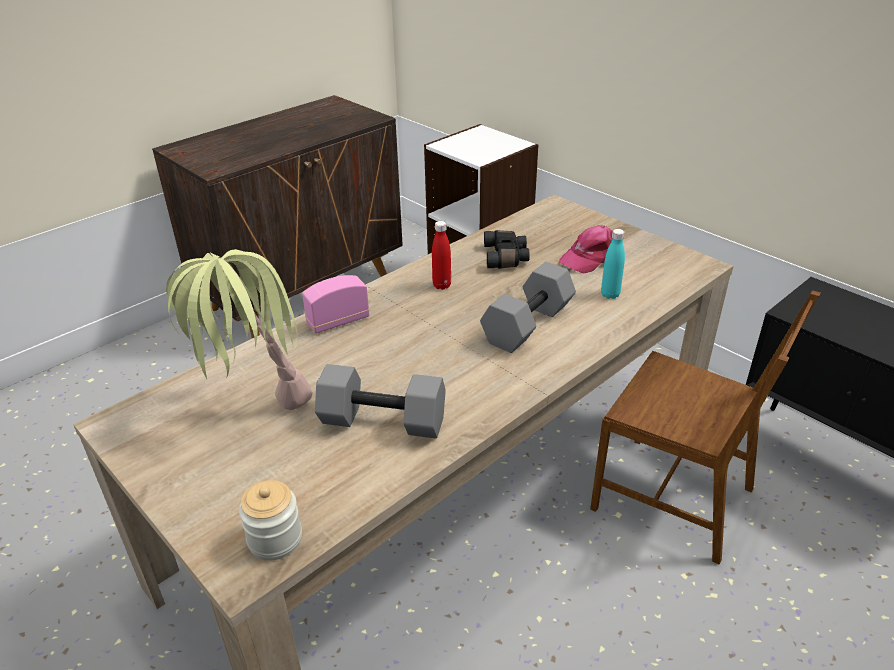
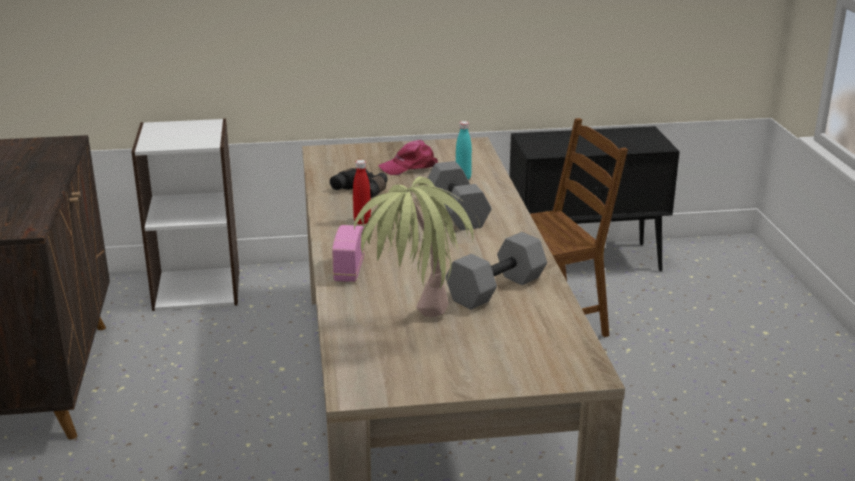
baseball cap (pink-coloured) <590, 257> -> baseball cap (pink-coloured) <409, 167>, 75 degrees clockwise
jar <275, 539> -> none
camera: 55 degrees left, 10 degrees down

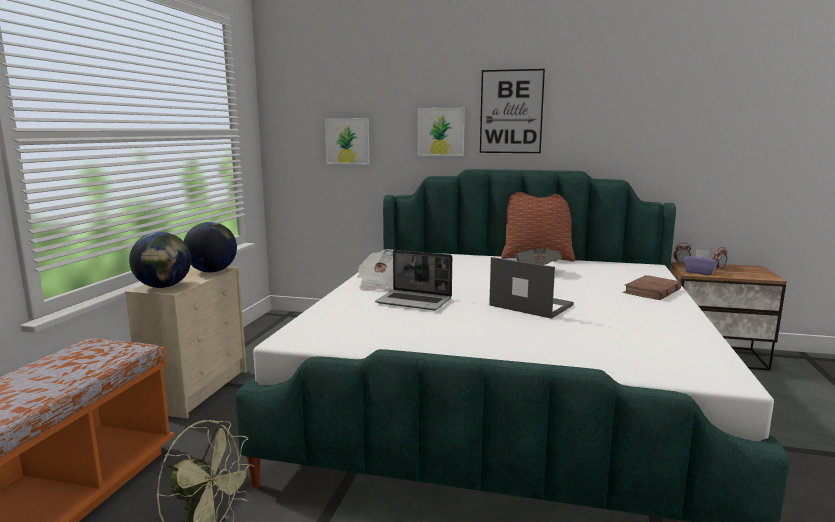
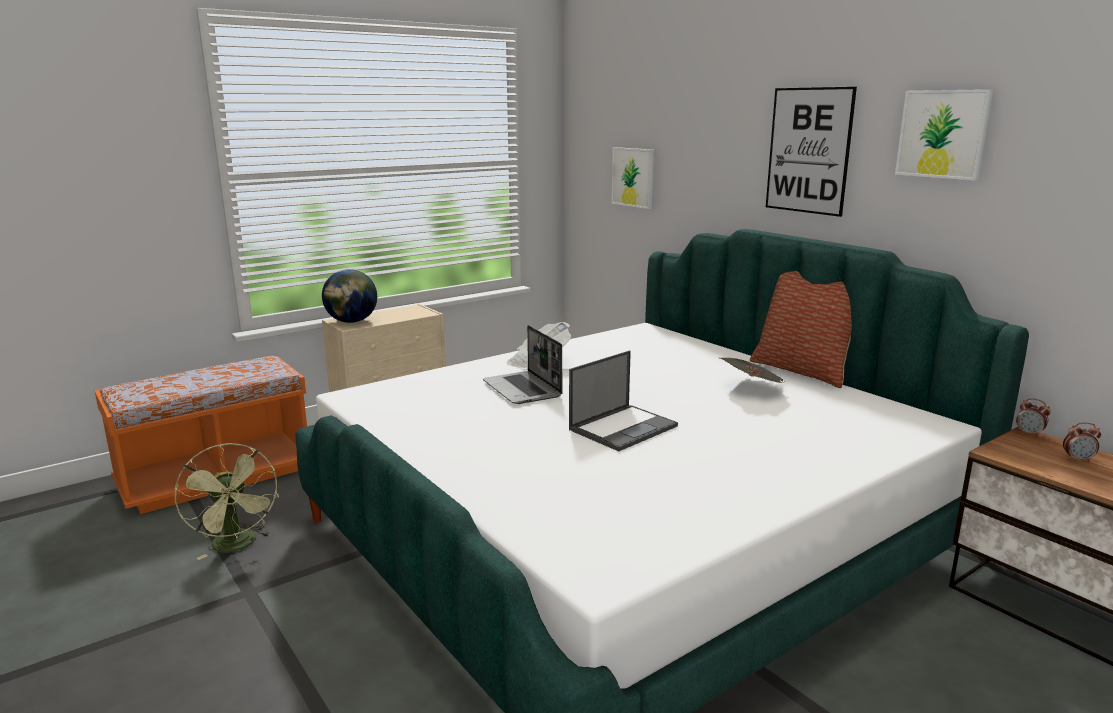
portable computer <530, 305> -> portable computer <623, 427>, 60 degrees clockwise
picture <441, 132> -> picture <942, 134>, moved
desk globe <212, 271> -> none
book (brown-coloured) <652, 291> -> none
box of tissues (purple-coloured) <699, 272> -> none
camera: 40 degrees right, 5 degrees up

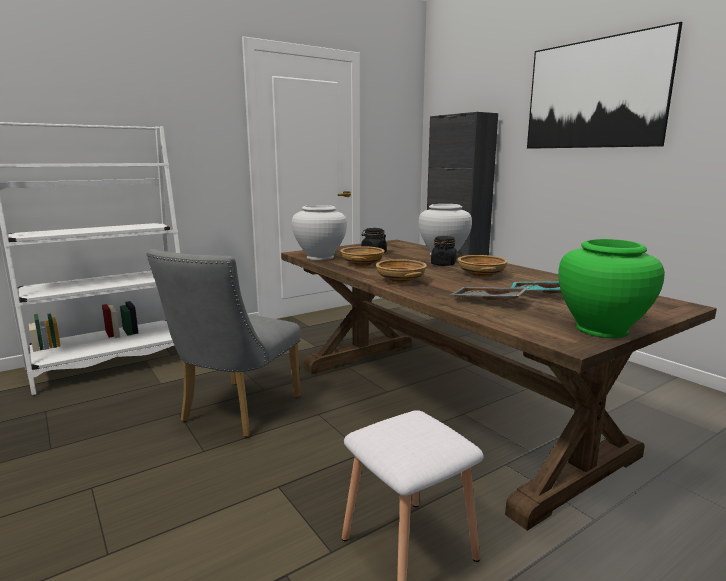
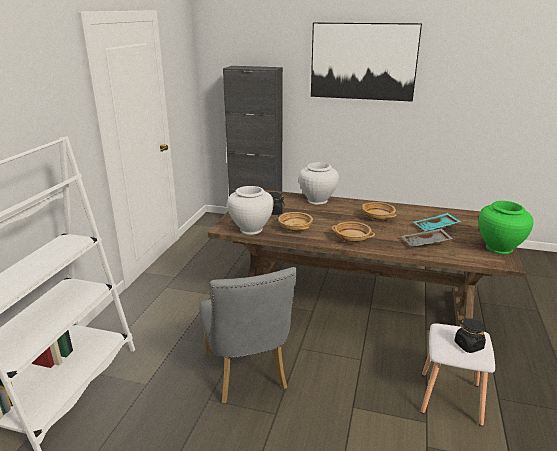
jar (blackish) <443, 264> -> jar (blackish) <468, 345>, moved
camera: 40 degrees left, 10 degrees up

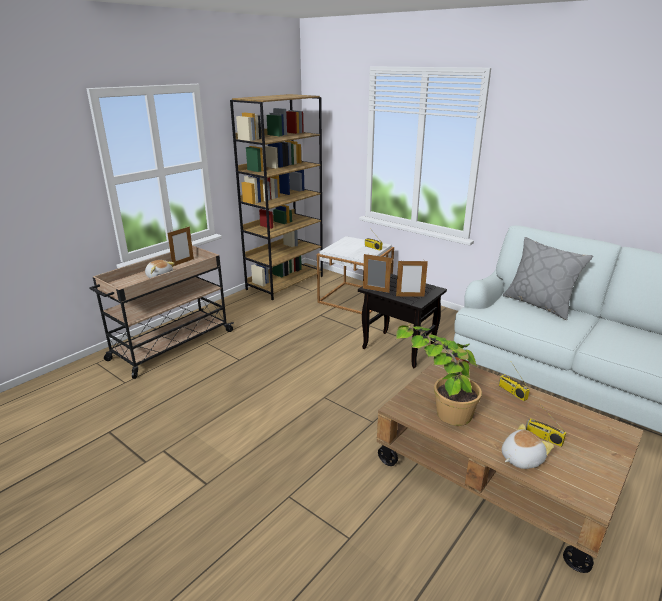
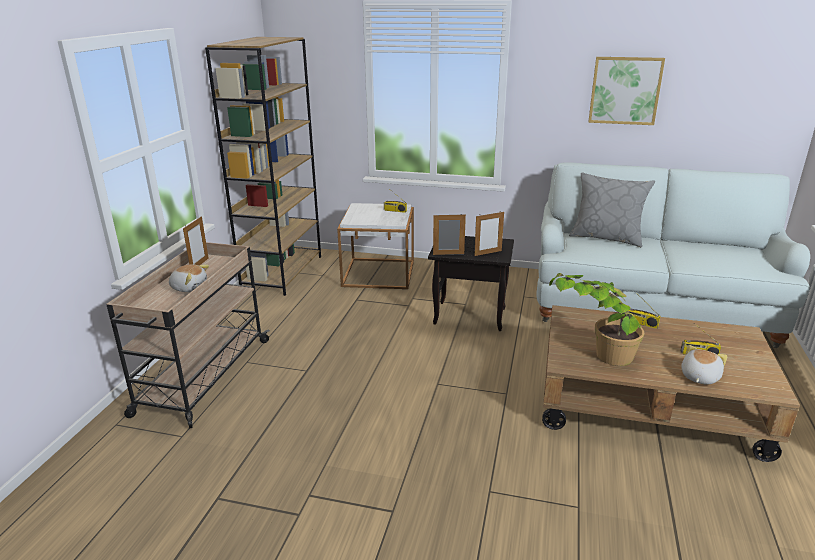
none -> picture <625, 90>
camera: 25 degrees left, 0 degrees up

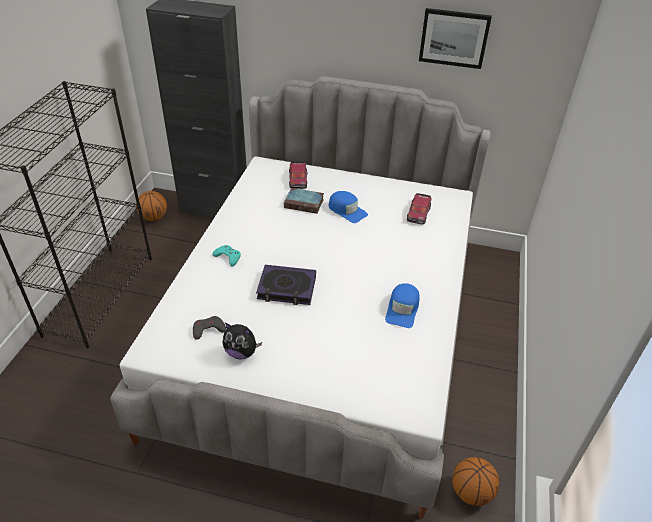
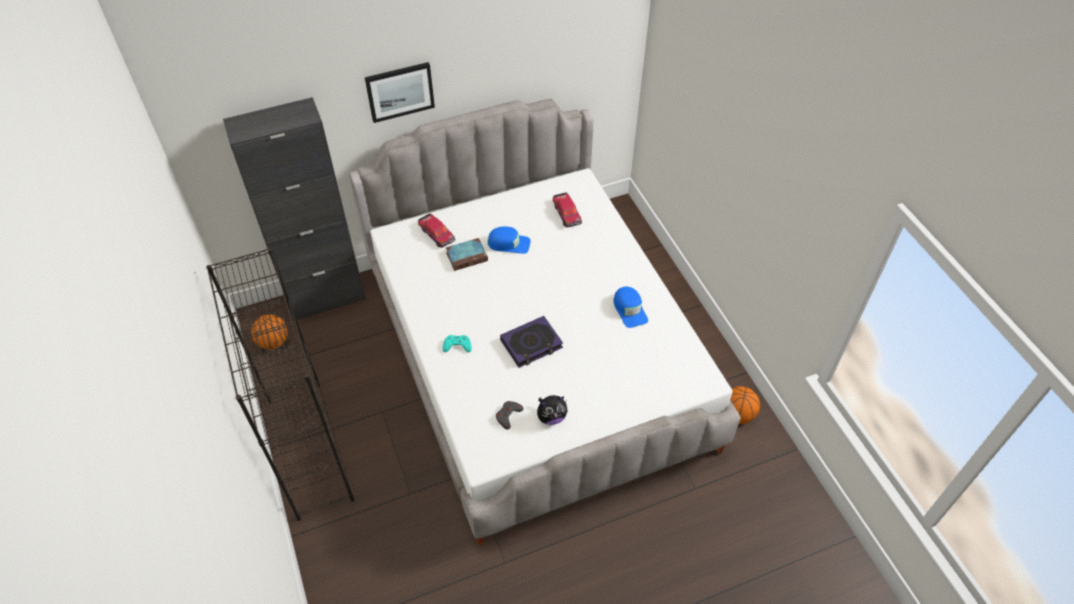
picture <454, 38> -> picture <400, 91>, moved
camera: 35 degrees left, 10 degrees up

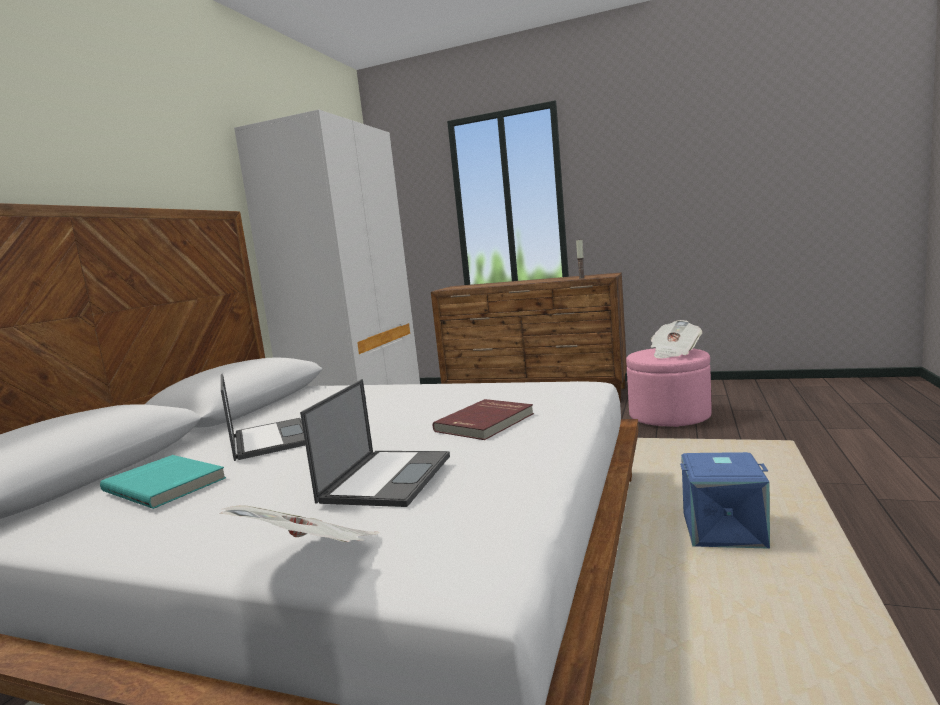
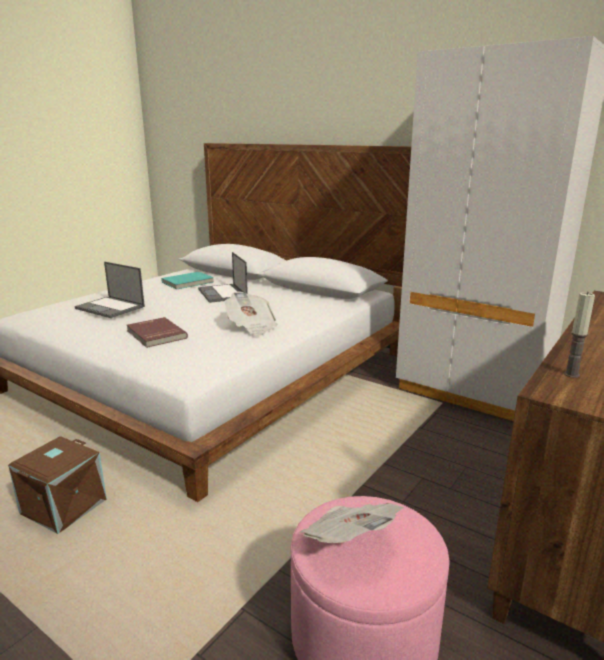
storage bin (blue) <724, 530> -> storage bin (brown-coloured) <64, 508>
portable computer <269, 439> -> portable computer <223, 294>, 75 degrees clockwise
daily paper <310, 558> -> daily paper <251, 327>, moved
camera: 105 degrees right, 10 degrees up

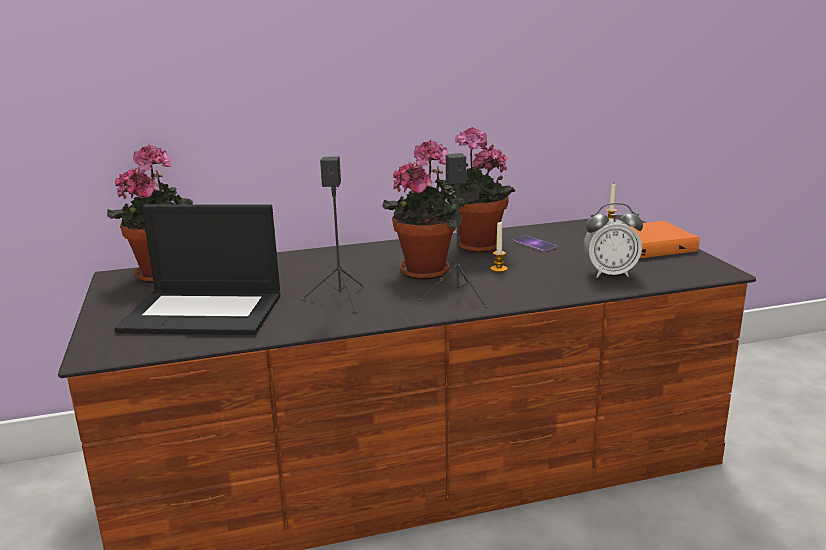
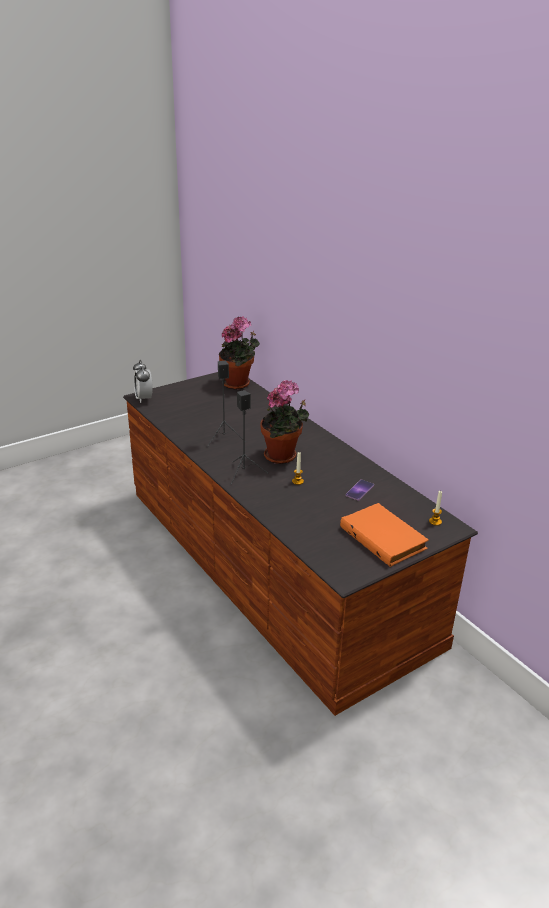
bedside clock <610, 274> -> bedside clock <144, 398>, moved
portable computer <205, 312> -> none
houseplant <475, 247> -> none
camera: 70 degrees right, 10 degrees up

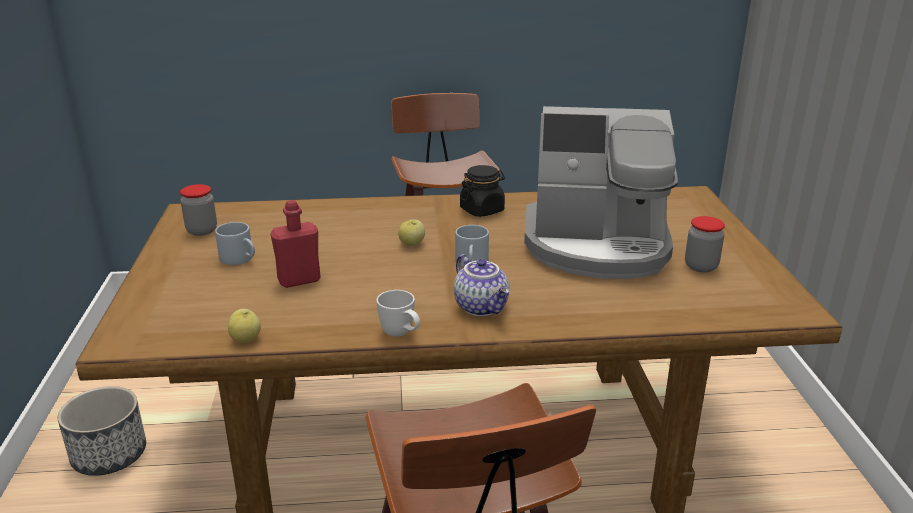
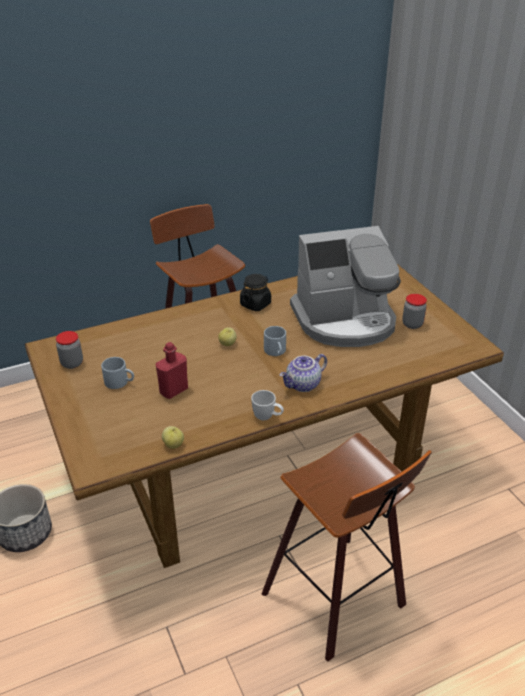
pot for tea <482, 307> -> pot for tea <303, 385>, 105 degrees clockwise
camera: 20 degrees left, 10 degrees up

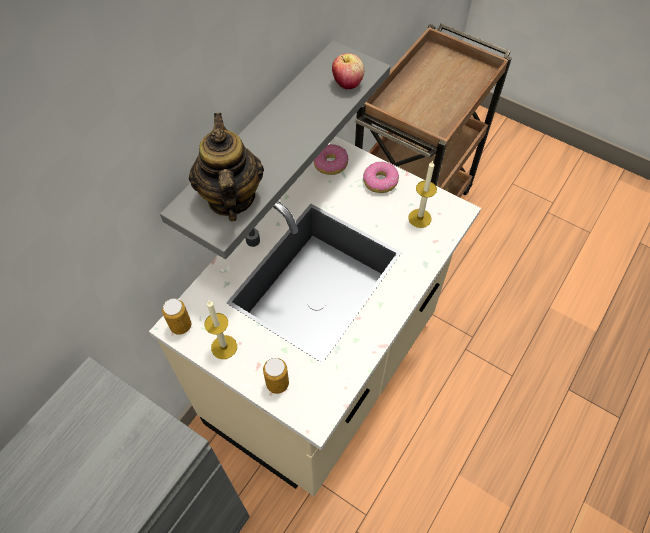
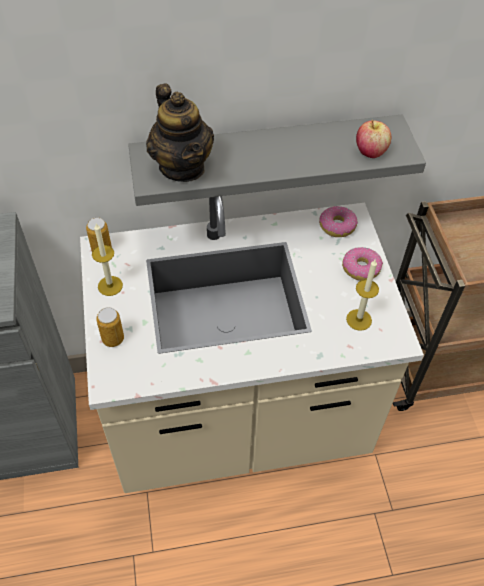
pot for tea <230, 198> -> pot for tea <182, 167>, 120 degrees clockwise
camera: 45 degrees right, 5 degrees down

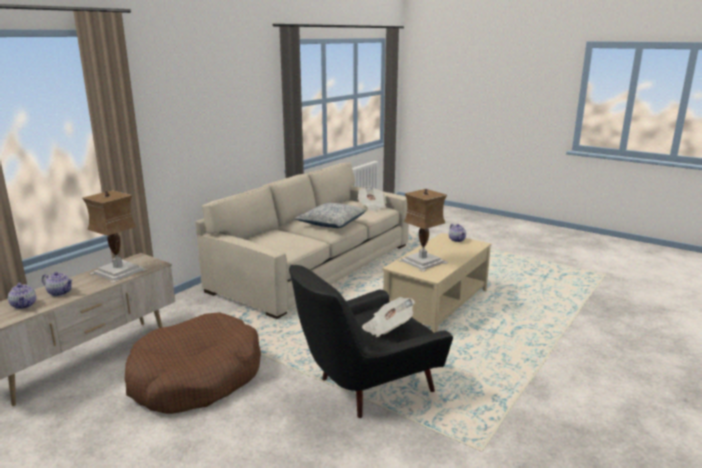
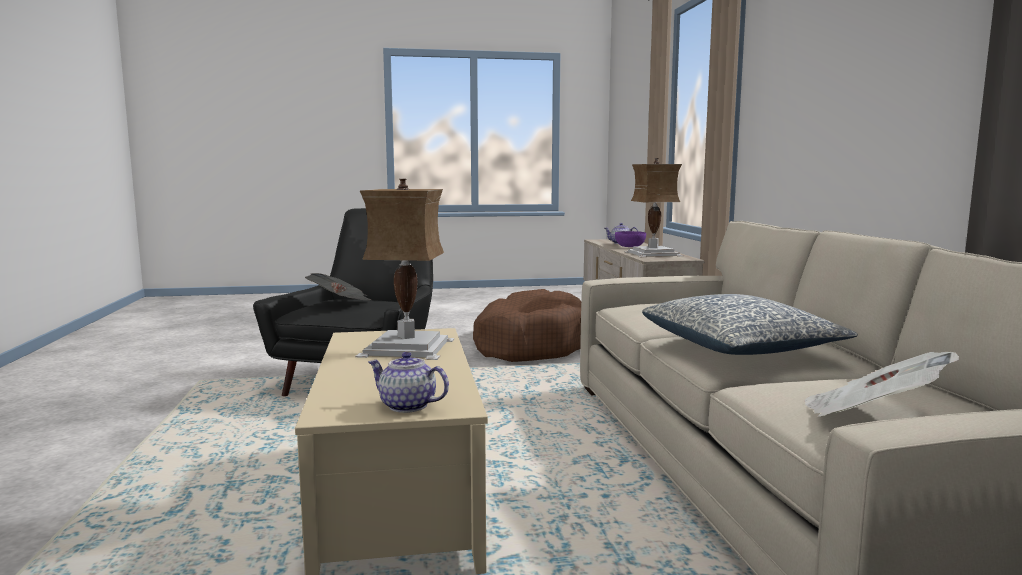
pot for tea <60, 292> -> serving bowl (purple-coloured) <630, 246>
camera: 135 degrees right, 10 degrees down

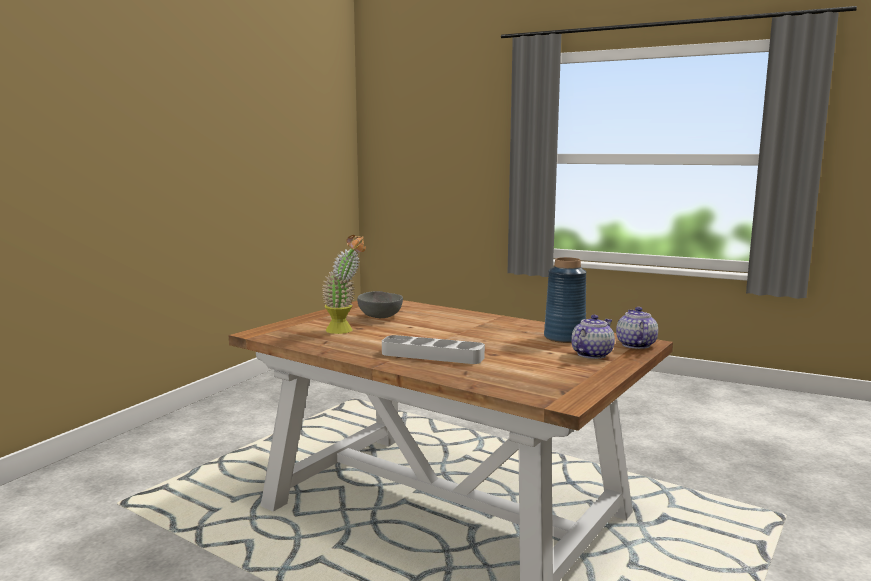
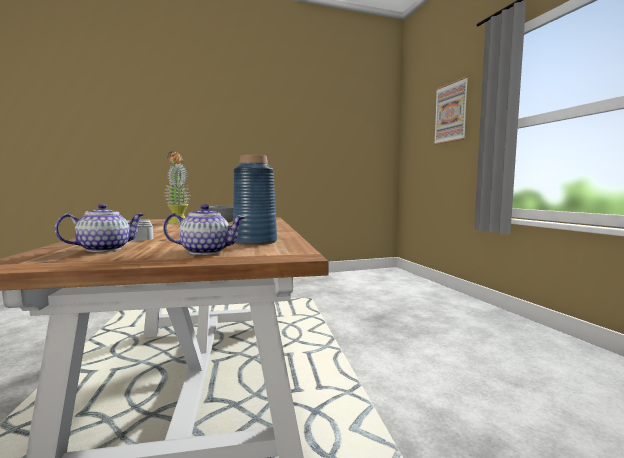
pot for tea <635, 345> -> pot for tea <105, 249>, moved
none -> picture <451, 112>
camera: 45 degrees right, 5 degrees down

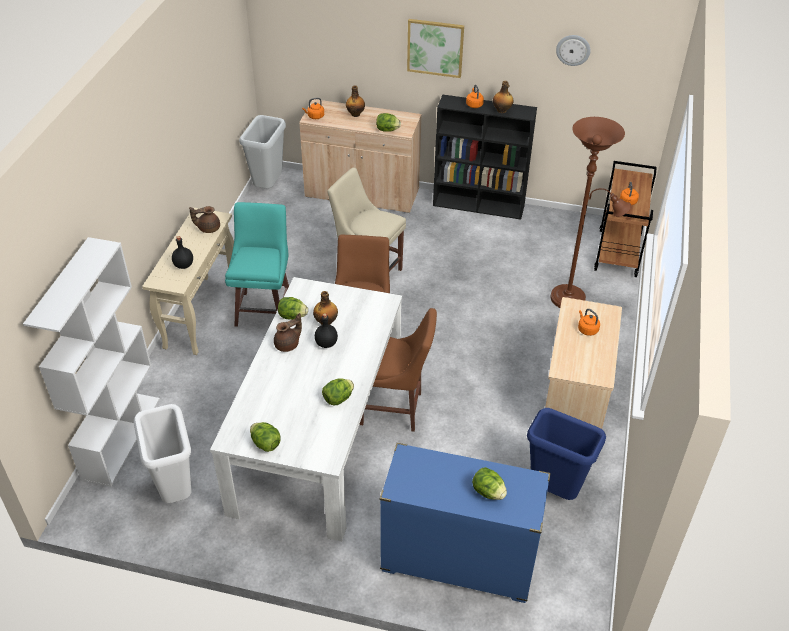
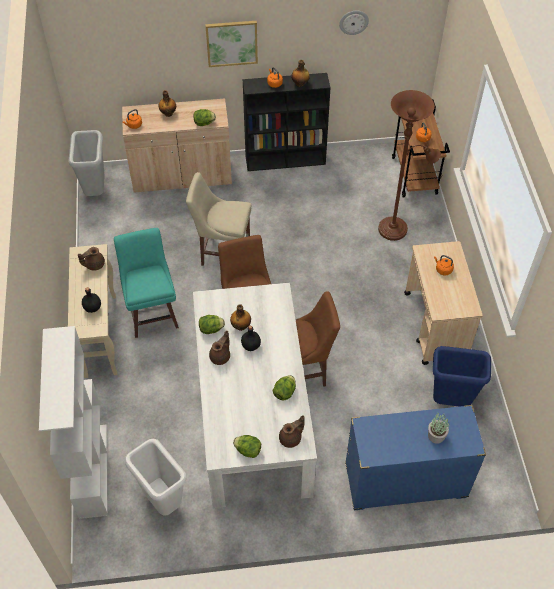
none -> pot for tea (brown-coloured) <291, 438>
head of lettuce <488, 492> -> houseplant <436, 435>
camera: 20 degrees left, 10 degrees up

